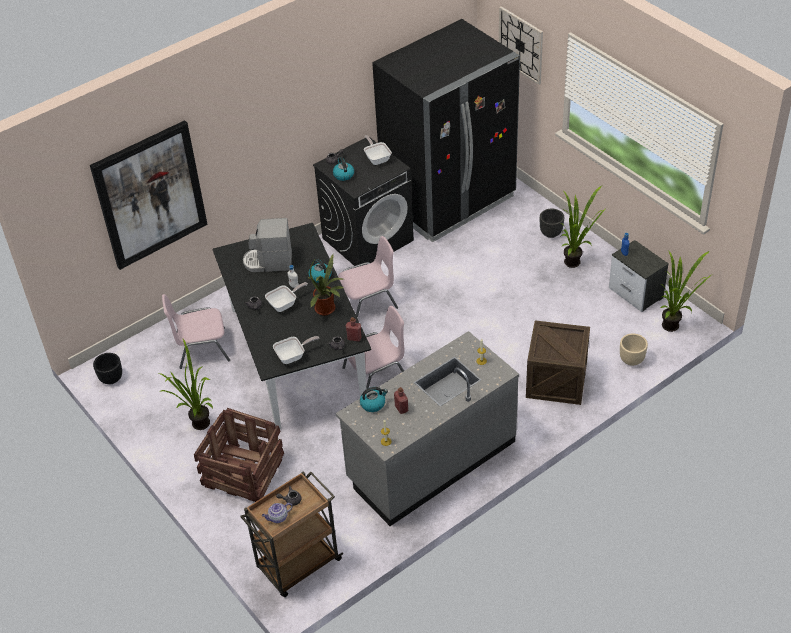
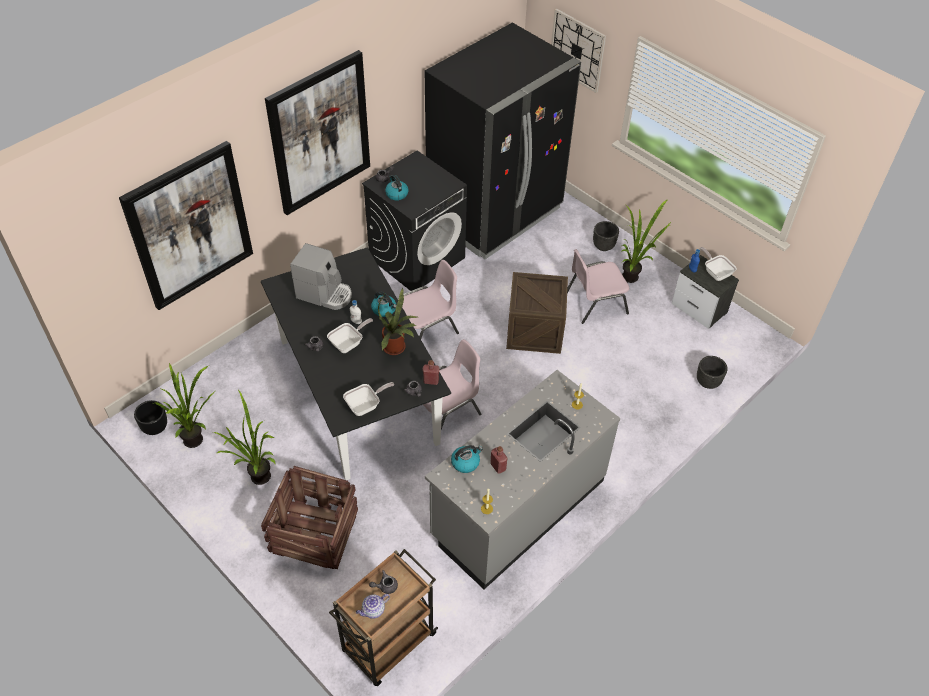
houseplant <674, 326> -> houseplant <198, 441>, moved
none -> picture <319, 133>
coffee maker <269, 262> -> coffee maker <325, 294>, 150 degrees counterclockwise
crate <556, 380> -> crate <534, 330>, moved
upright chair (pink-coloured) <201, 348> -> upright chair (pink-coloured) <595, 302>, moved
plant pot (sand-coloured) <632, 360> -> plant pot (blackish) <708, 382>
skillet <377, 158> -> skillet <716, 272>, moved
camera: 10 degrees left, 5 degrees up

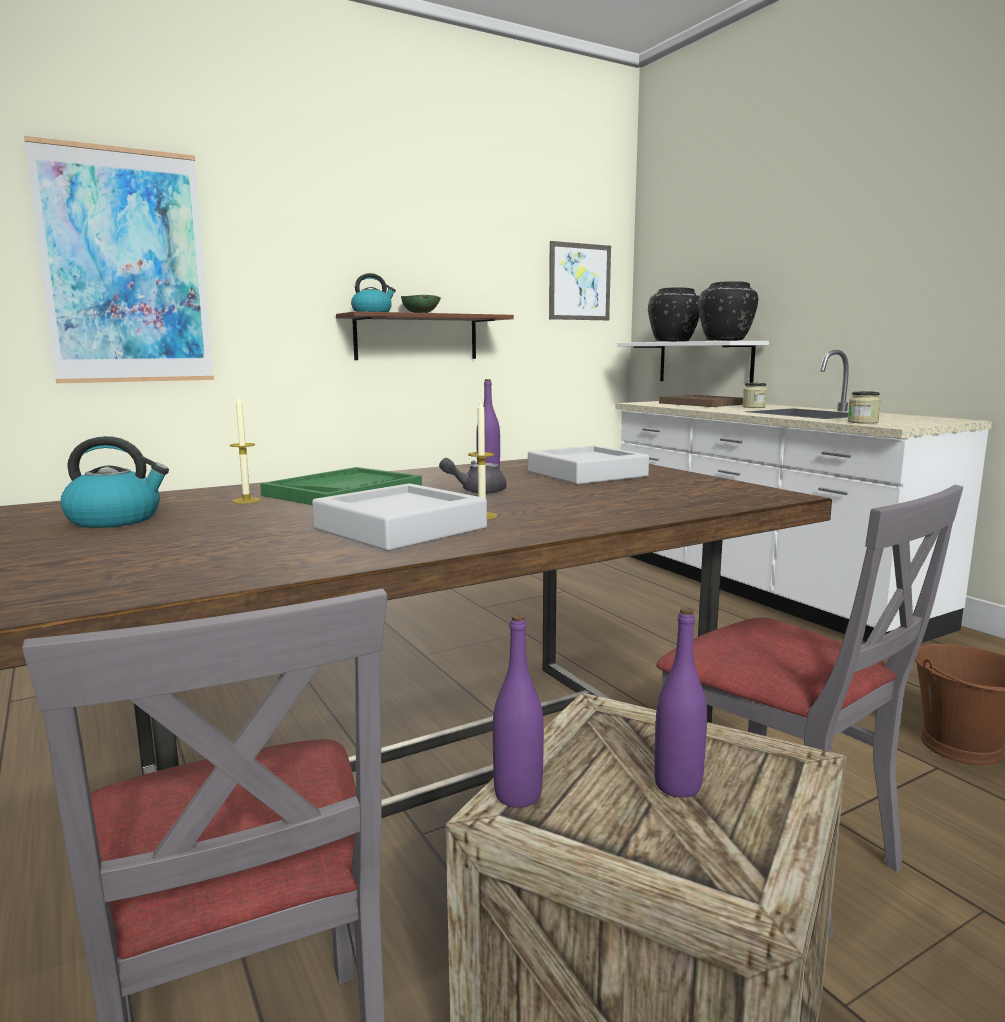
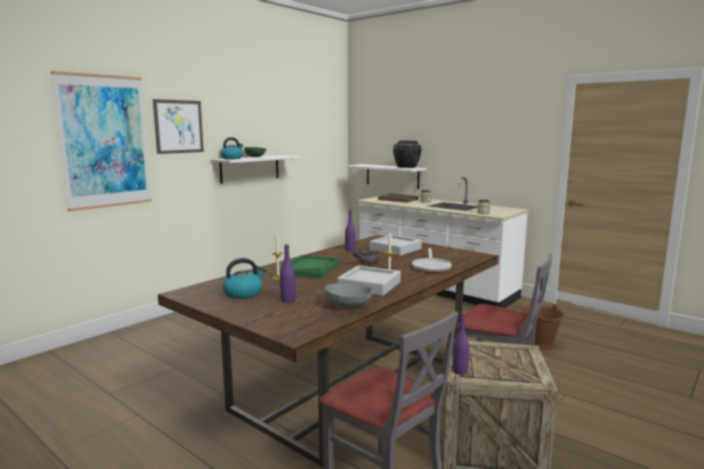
picture <579, 282> -> picture <179, 126>, moved
shelf (brown-coloured) <416, 337> -> shelf (white) <250, 168>
drink bottle (purple-coloured) <677, 785> -> drink bottle (purple-coloured) <288, 300>, moved
none -> serving bowl (grey) <348, 306>
none -> skillet <431, 267>
decorative vase (blackish) <673, 341> -> none
camera: 20 degrees left, 0 degrees up

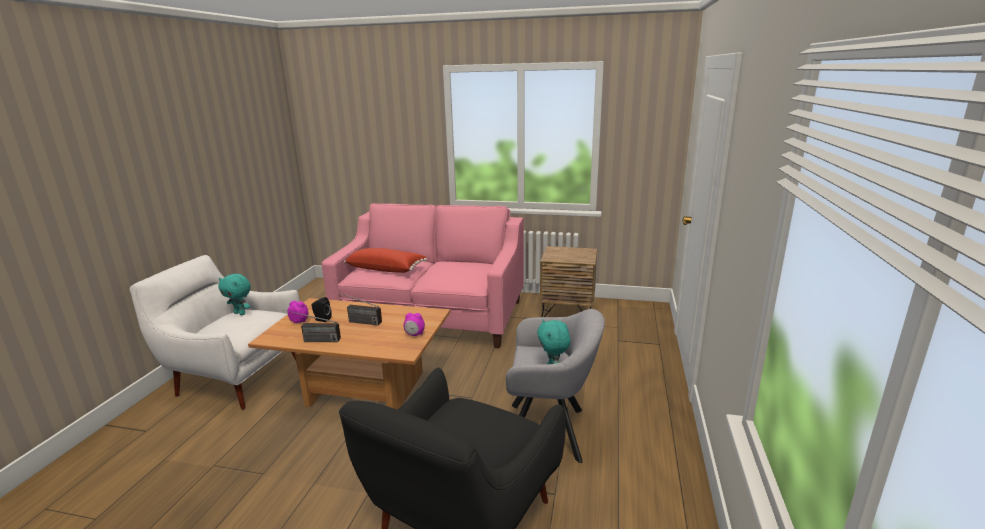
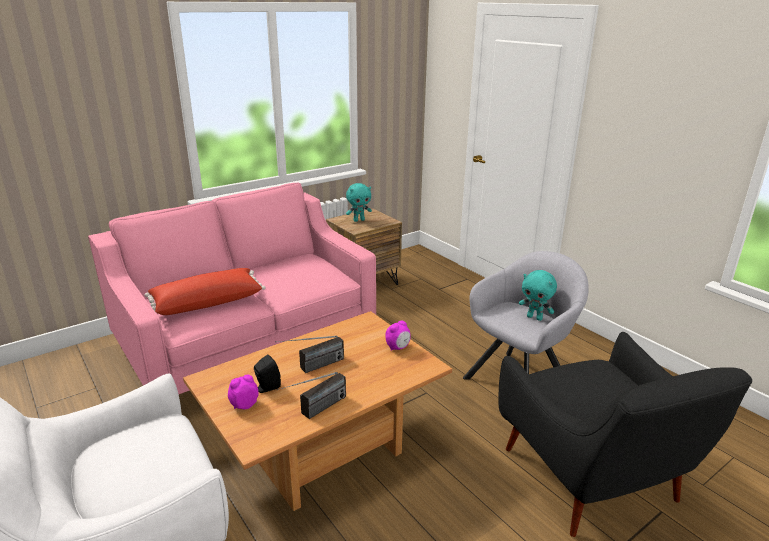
soft toy (turquoise) <240, 313> -> soft toy (turquoise) <359, 220>, moved
camera: 50 degrees left, 5 degrees up

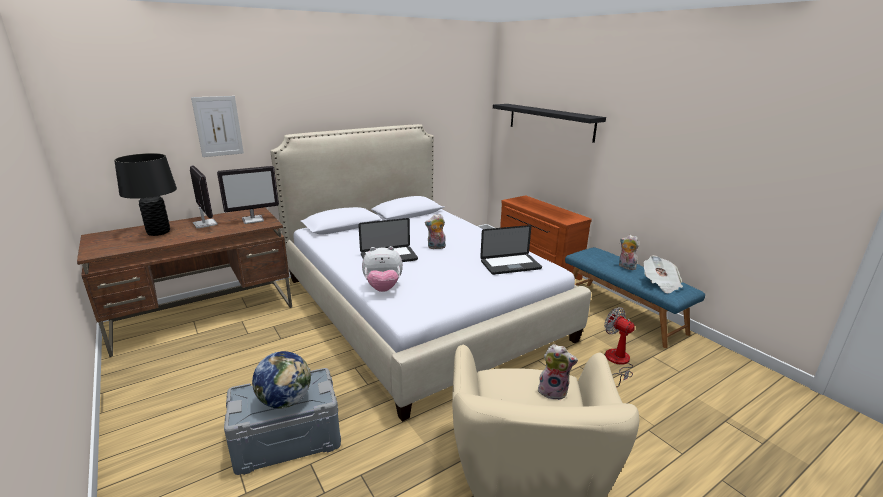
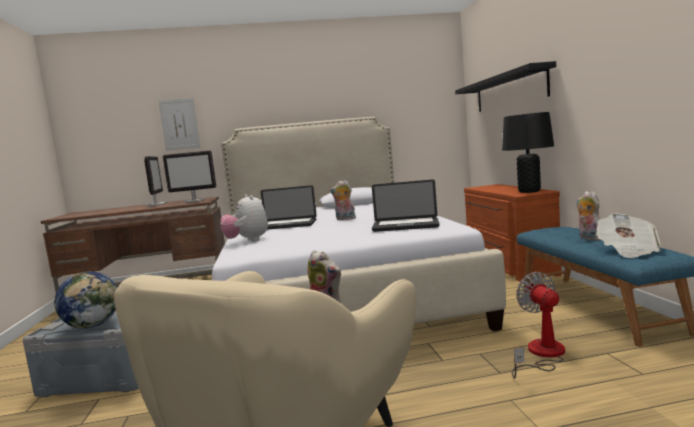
soft toy <383, 288> -> soft toy <247, 241>, 45 degrees clockwise
tabletop lamp (blackish) <158, 232> -> tabletop lamp (blackish) <529, 191>, moved
camera: 25 degrees right, 15 degrees down

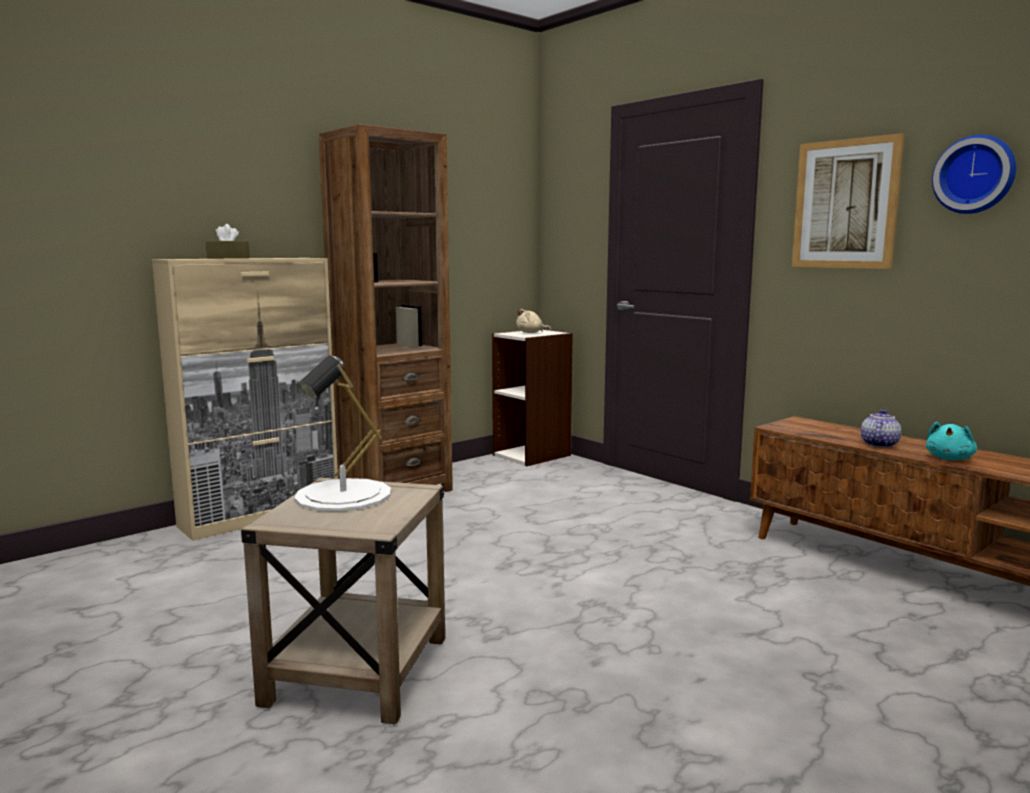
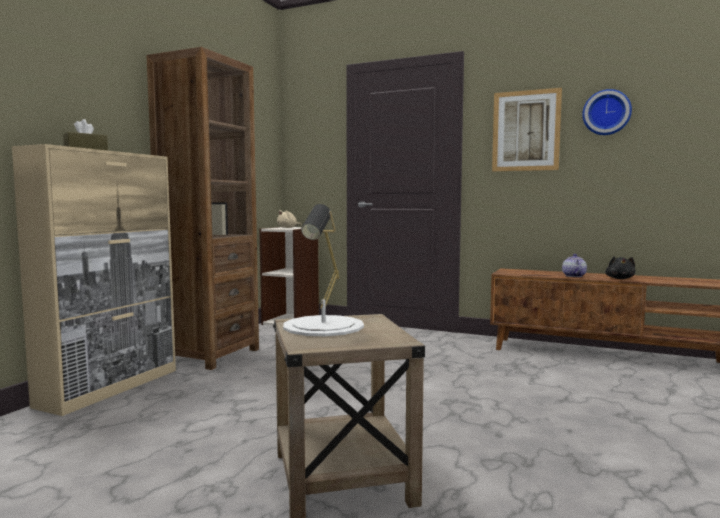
soft toy (turquoise) <949, 458> -> soft toy (blackish) <619, 278>
camera: 25 degrees left, 5 degrees down

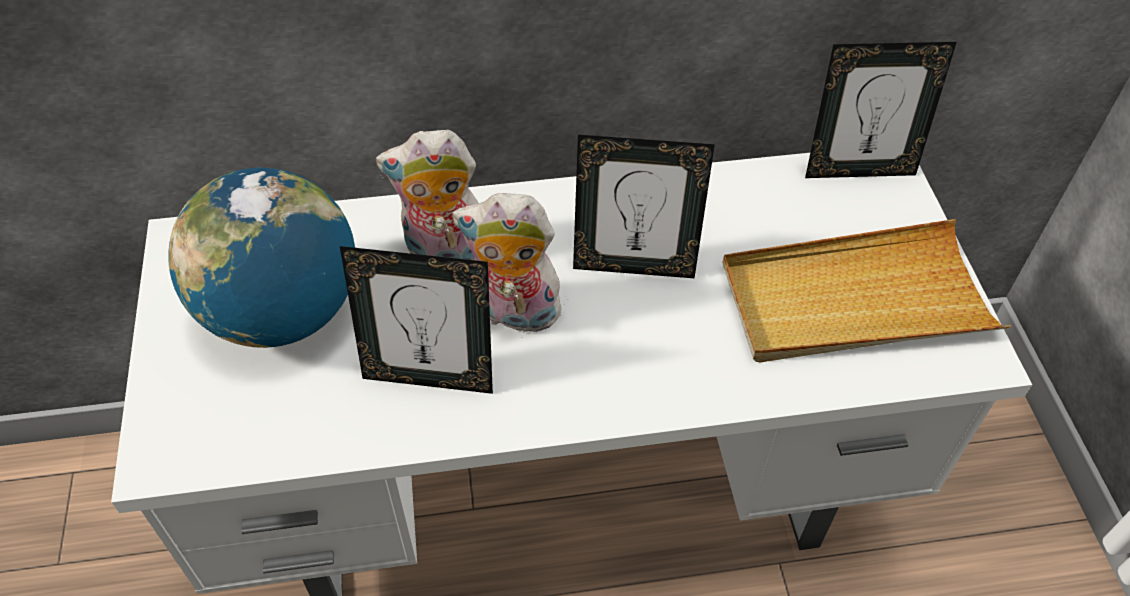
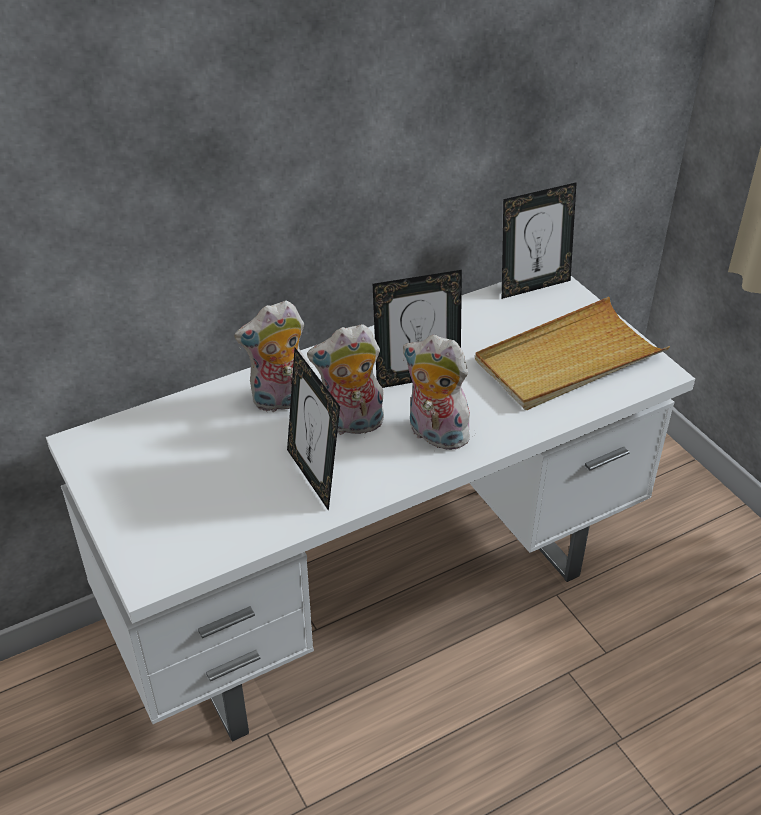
standing frame <429, 376> -> standing frame <314, 476>, 75 degrees clockwise
none -> soft toy <434, 435>
desk globe <283, 312> -> none
camera: 20 degrees left, 10 degrees down

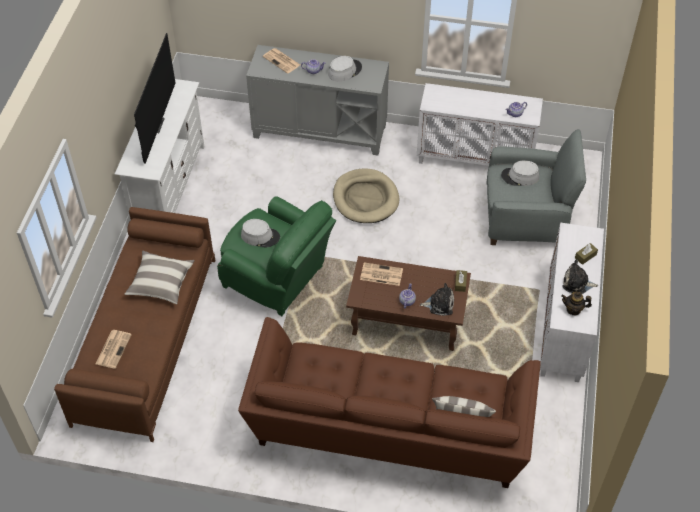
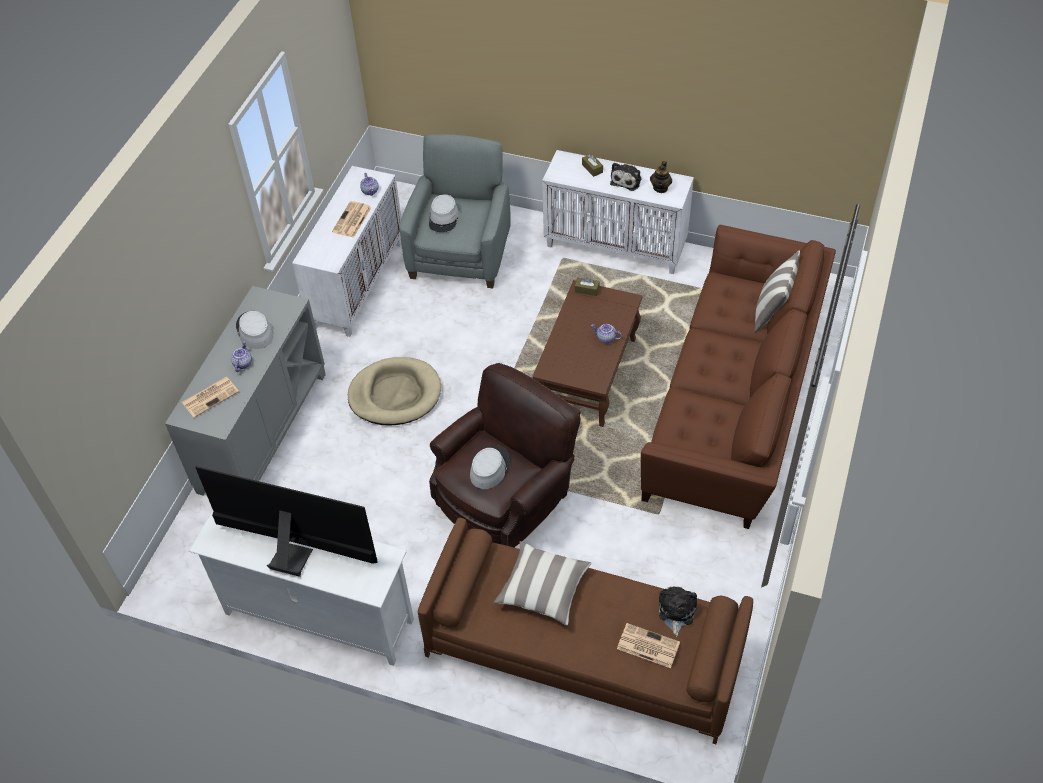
daily paper <380, 274> -> daily paper <352, 220>, moved
lounge chair (green) <277, 278> -> lounge chair (brown-coloured) <506, 496>
soft toy <439, 304> -> soft toy <676, 612>, moved
camera: 80 degrees left, 0 degrees up

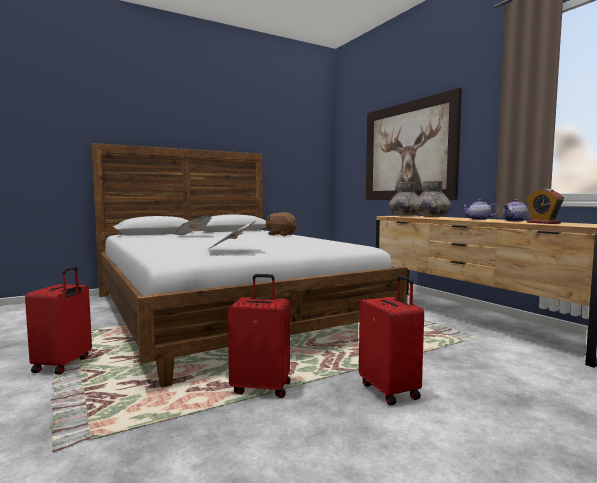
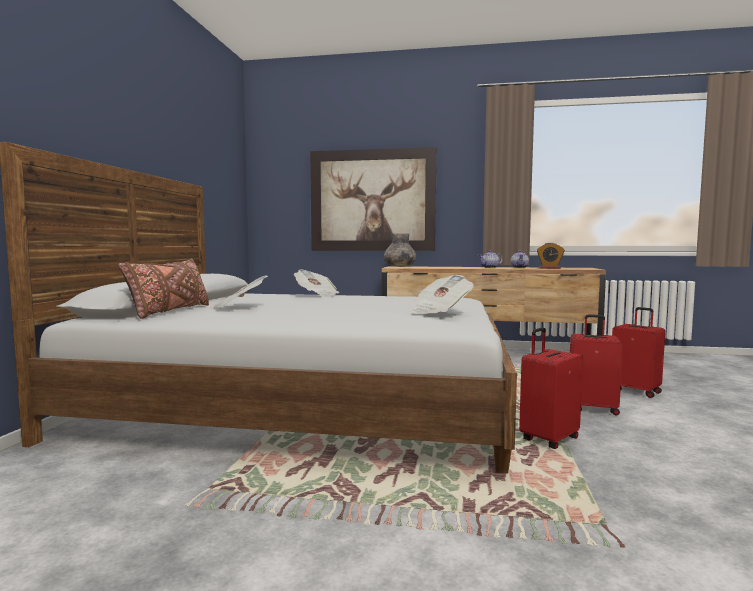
none -> throw pillow (brown-coloured) <170, 311>
soft toy (brown-coloured) <281, 234> -> daily paper <316, 295>
piece of luggage (red) <63, 365> -> piece of luggage (red) <636, 391>, moved
decorative vase (grey) <431, 217> -> none
camera: 50 degrees left, 0 degrees up

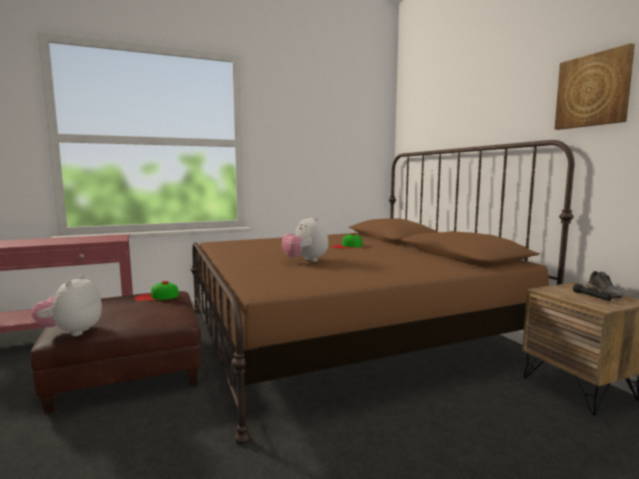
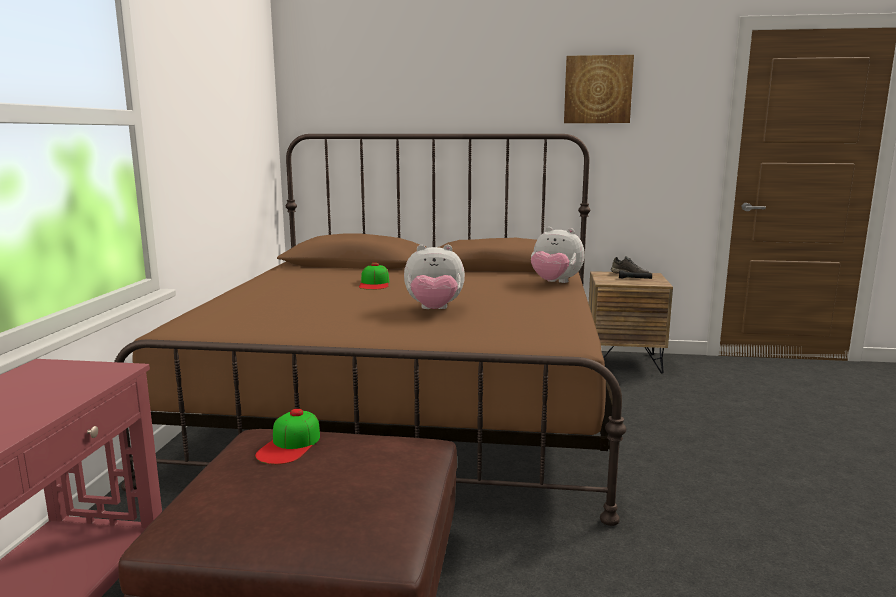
soft toy <72, 332> -> soft toy <555, 283>, moved
camera: 60 degrees left, 5 degrees up

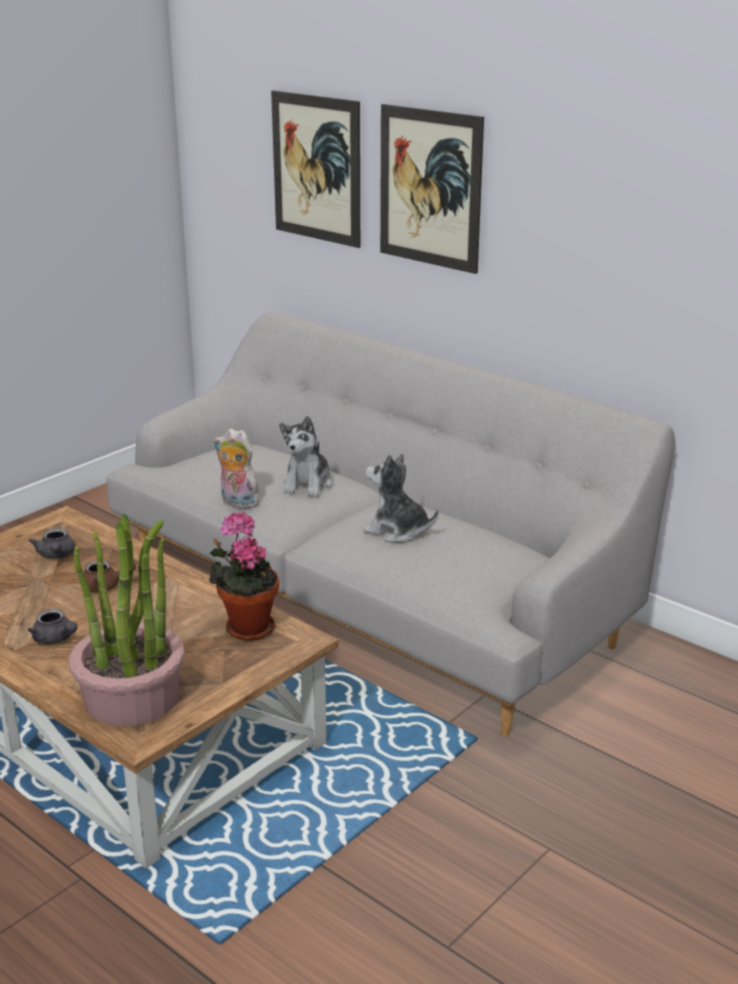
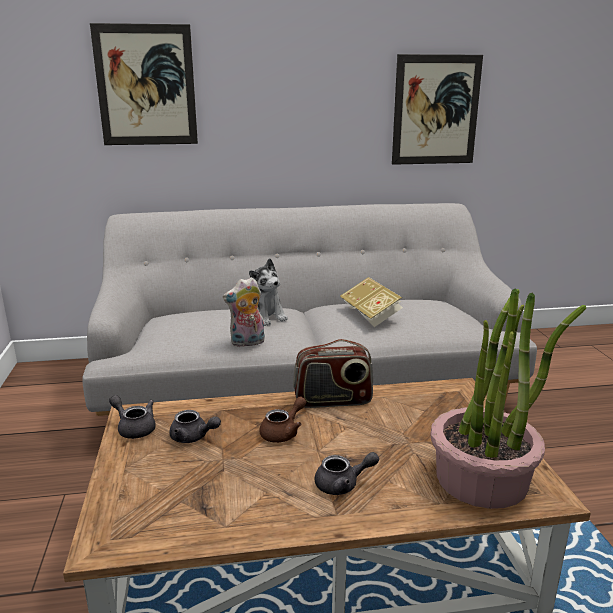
none -> pot for tea (grey) <134, 428>
none -> radio set <333, 400>
soft toy <397, 531> -> book <371, 315>
picture <430, 188> -> picture <436, 110>, moved
houseplant <246, 627> -> none
camera: 50 degrees left, 5 degrees down

